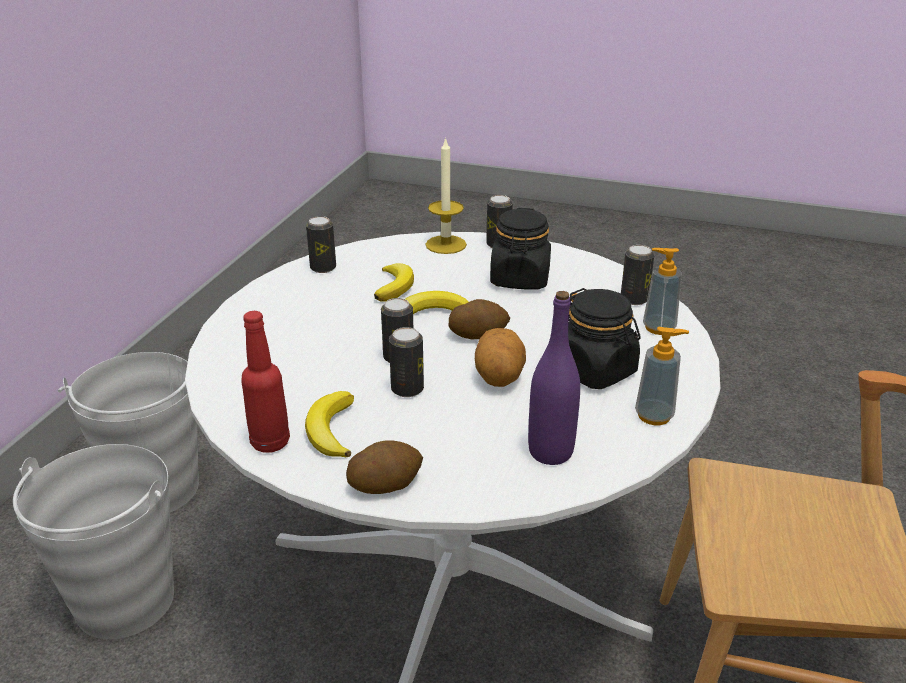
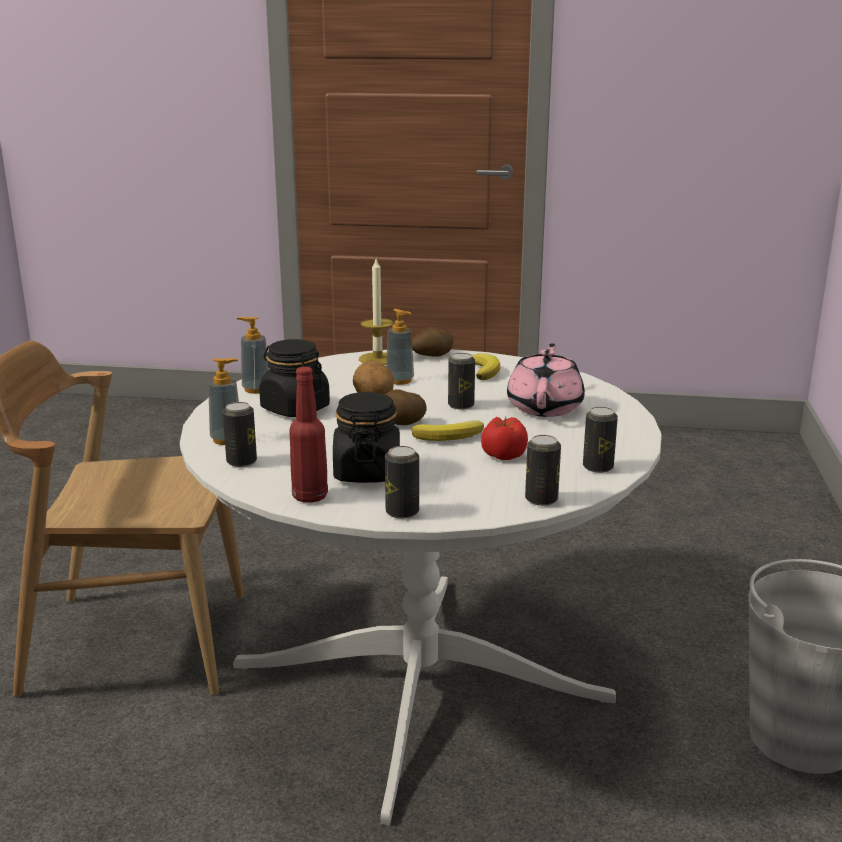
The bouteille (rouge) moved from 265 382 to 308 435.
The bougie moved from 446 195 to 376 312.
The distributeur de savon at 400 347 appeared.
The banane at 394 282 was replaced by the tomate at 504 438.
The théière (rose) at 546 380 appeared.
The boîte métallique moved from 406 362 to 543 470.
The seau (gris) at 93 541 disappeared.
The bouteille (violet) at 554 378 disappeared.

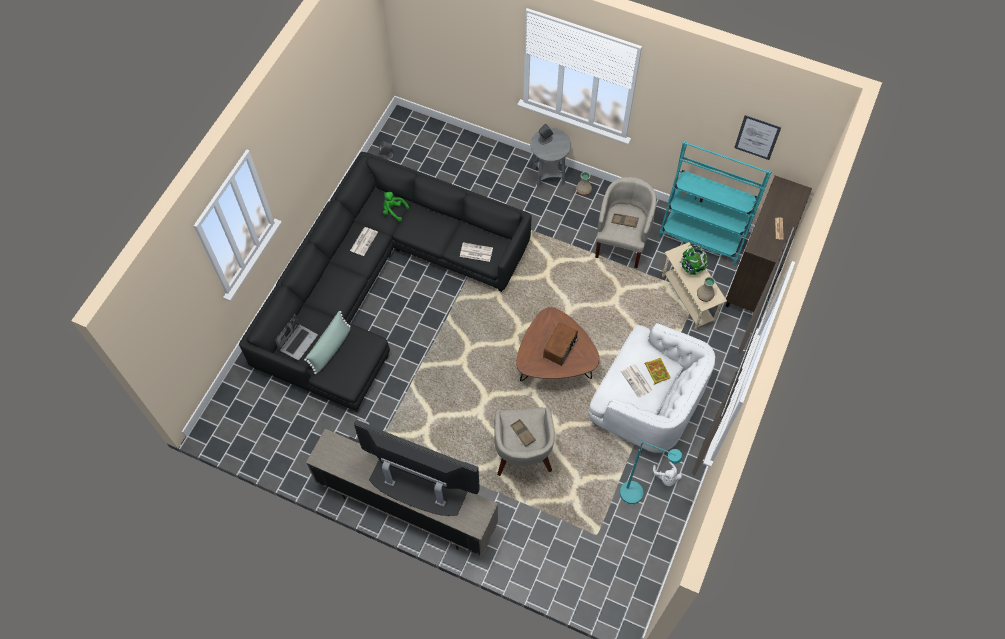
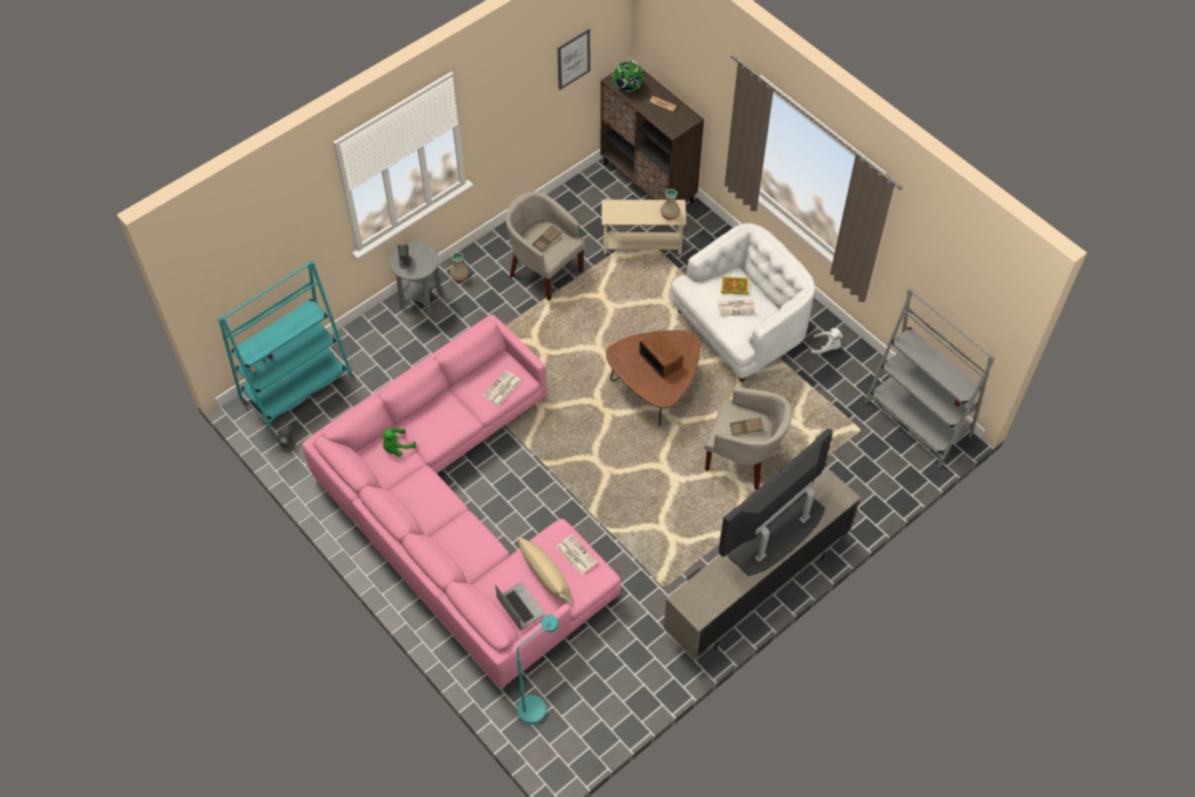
The bibliothèque (turquoise) moved from 714 203 to 285 346.
The canapé (noir) at 385 282 became the canapé (rose) at 461 501.
The coussin (vert) at 327 342 became the coussin (beige) at 543 570.
The lampadaire (turquoise) moved from 651 473 to 538 669.
The journal moved from 364 241 to 577 554.
The globe moved from 694 260 to 628 75.
The bibliothèque (gris) at 930 377 appeared.

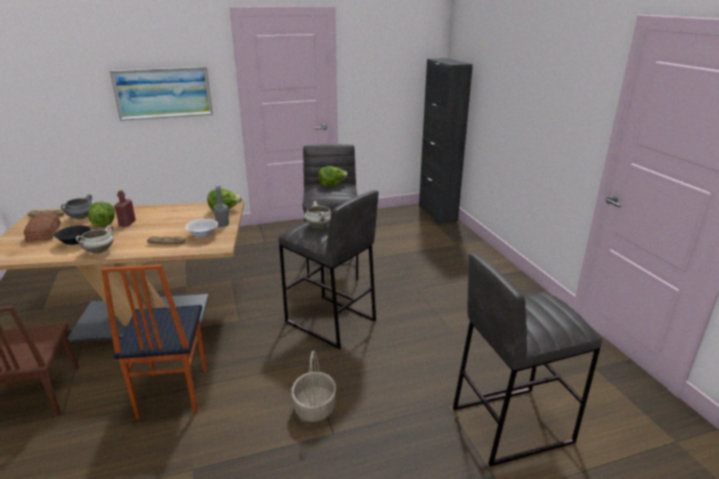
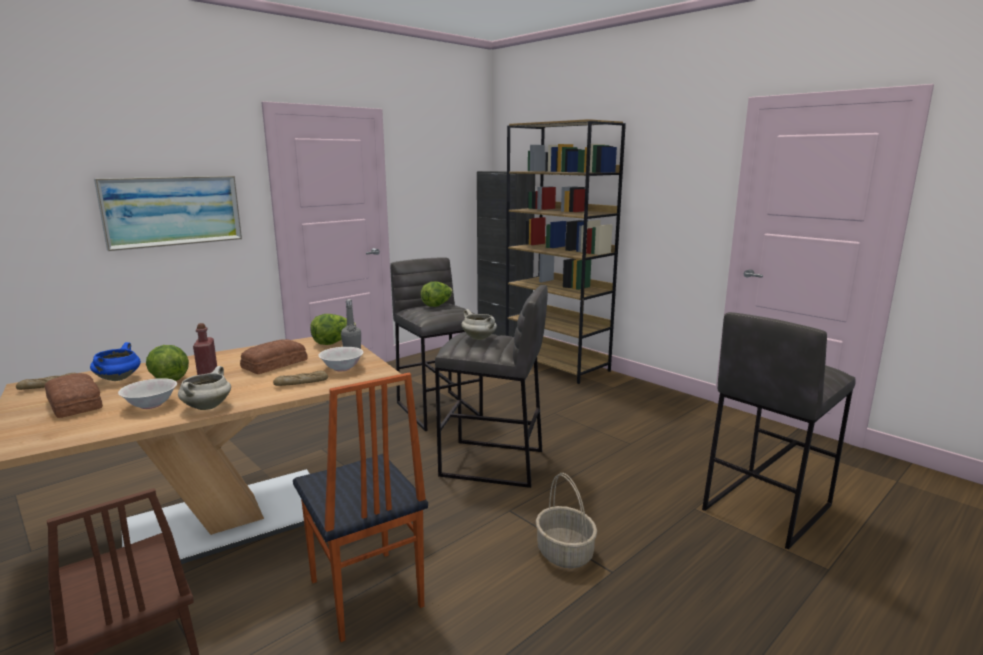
The marmite (gris) at 76 207 became the marmite (bleu) at 115 361.
The bol (noir) at 72 235 became the bol (blanc) at 147 393.
The pain at 274 356 appeared.
The bibliothèque (marron) at 566 251 appeared.

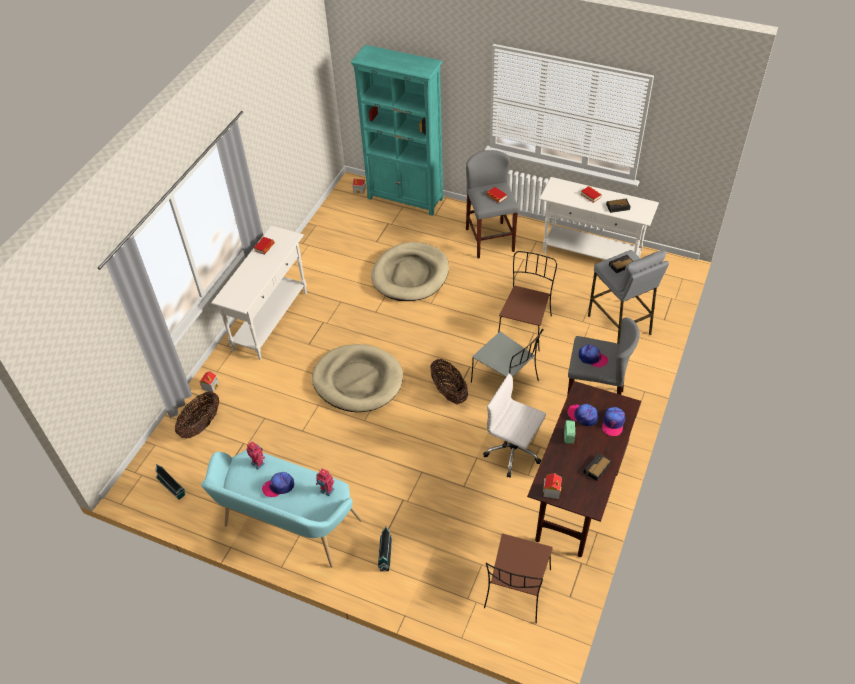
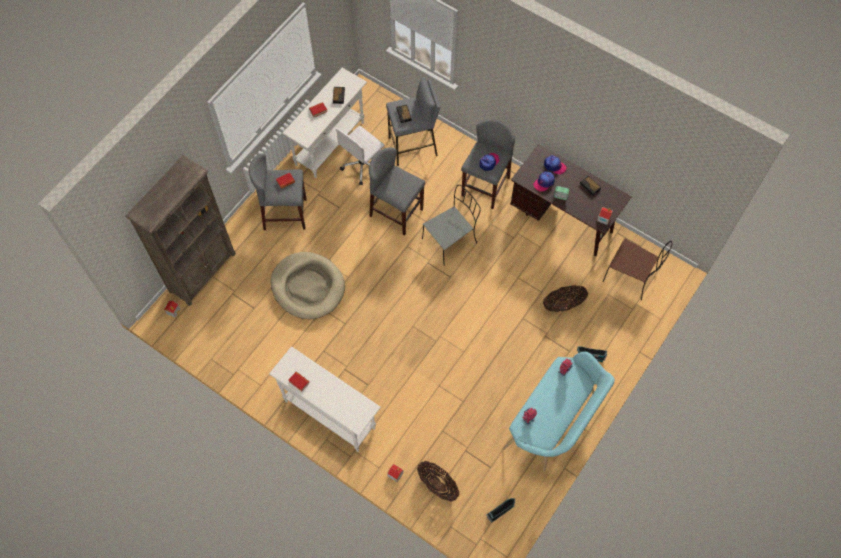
The bibliothèque (turquoise) at 396 130 became the bibliothèque (marron) at 180 230.
The chaise de bureau (blanc) moved from 514 426 to 360 155.
The chaise (marron) at 527 301 was replaced by the tabouret (gris) at 397 191.
The panier moved from 449 382 to 565 298.
The casquette at 278 484 disappeared.
The panier pour chien (beige) at 357 378 disappeared.

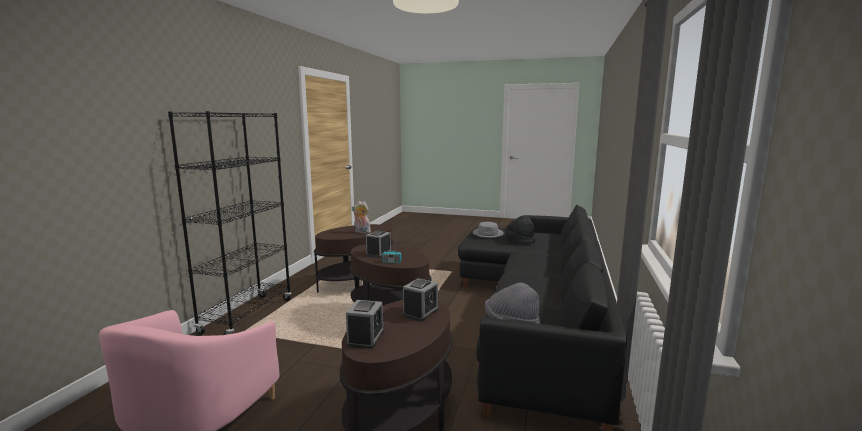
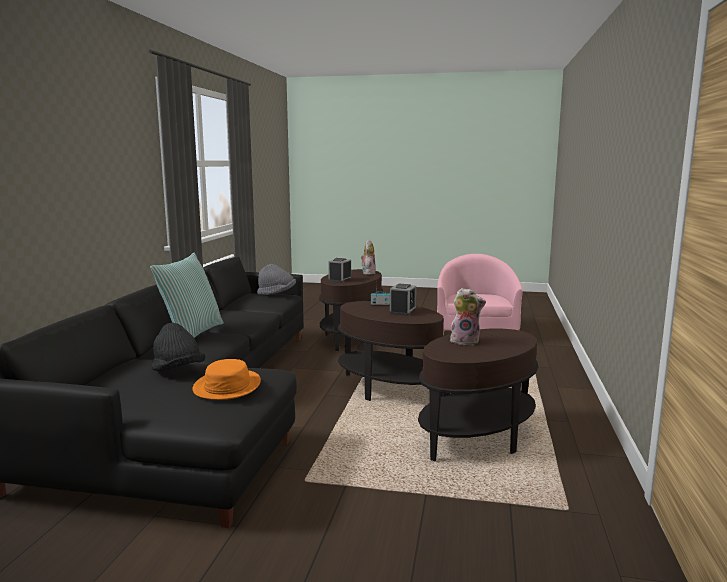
The coussin at 187 295 appeared.
The chapeau (gris) at 488 230 became the chapeau (orange) at 227 379.
The réveil at 365 324 was replaced by the peluche at 368 257.
The bibliothèque (noir) at 229 223 disappeared.

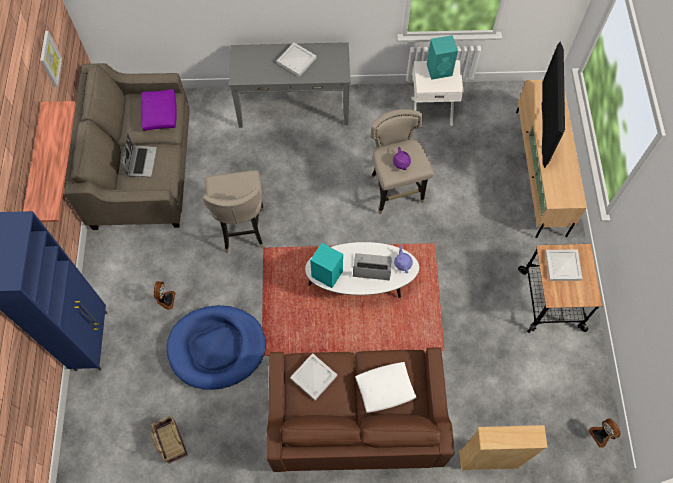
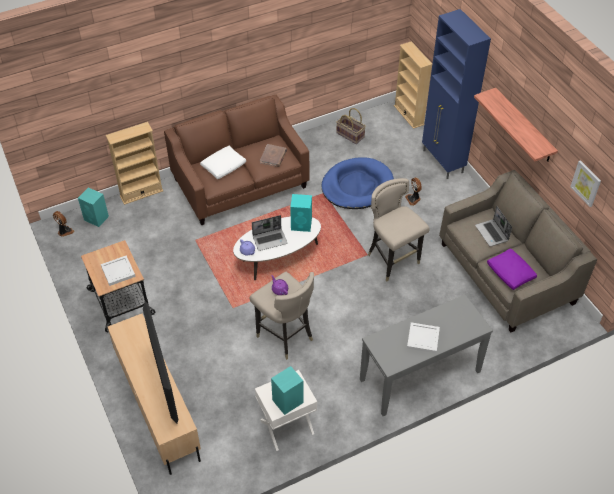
The enceinte (turquoise) at 93 207 appeared.
The plateau (blanc) at 314 376 was replaced by the livre (marron) at 273 155.
The bibliothèque (beige) at 413 85 appeared.

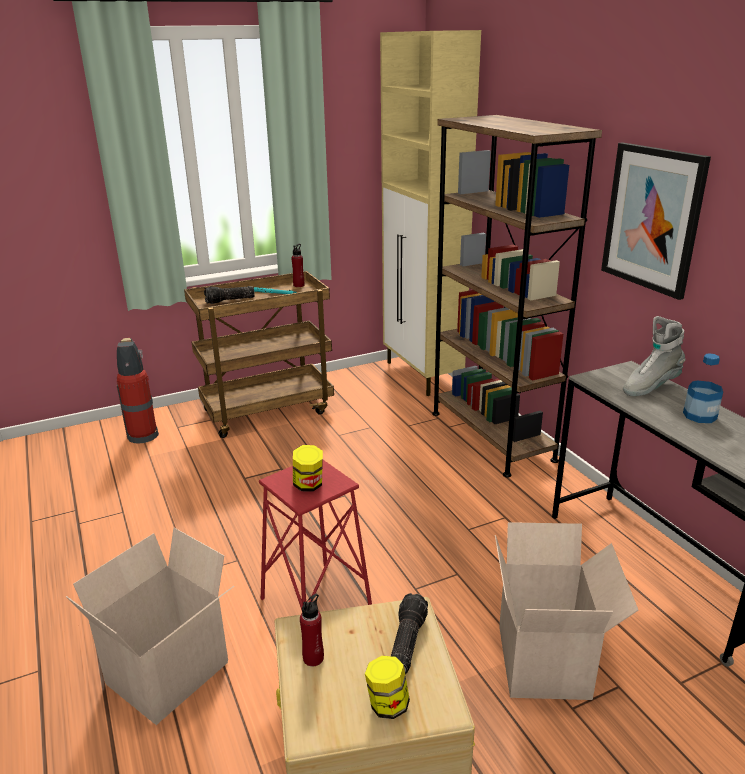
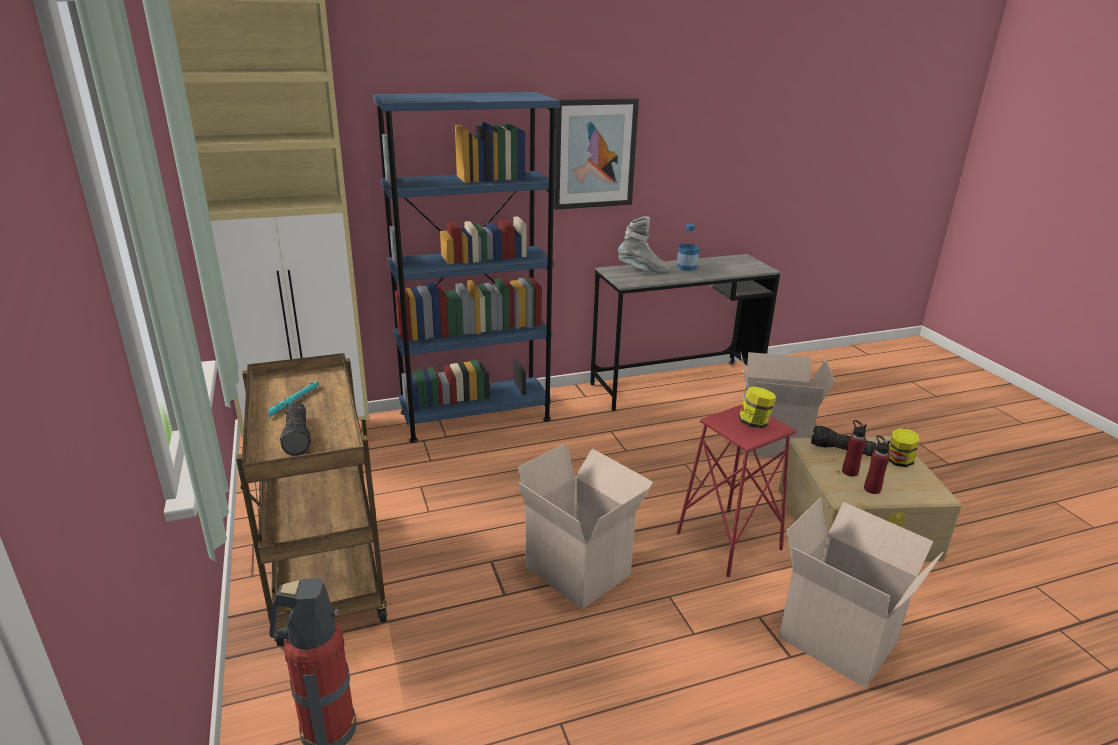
The bibliothèque (marron) at 517 296 became the bibliothèque (bleu) at 466 267.
The carton at 585 526 appeared.
The botte (gris) at 654 356 turned 60 degrees counterclockwise.
The bouteille (rouge) moved from 297 265 to 854 448.

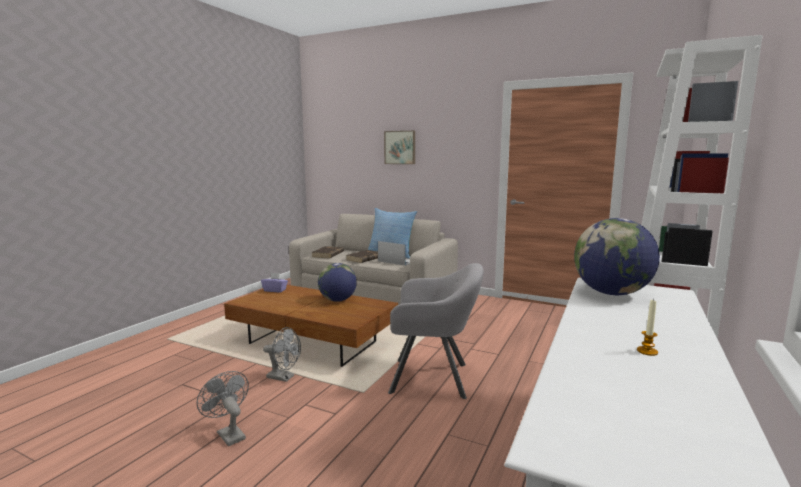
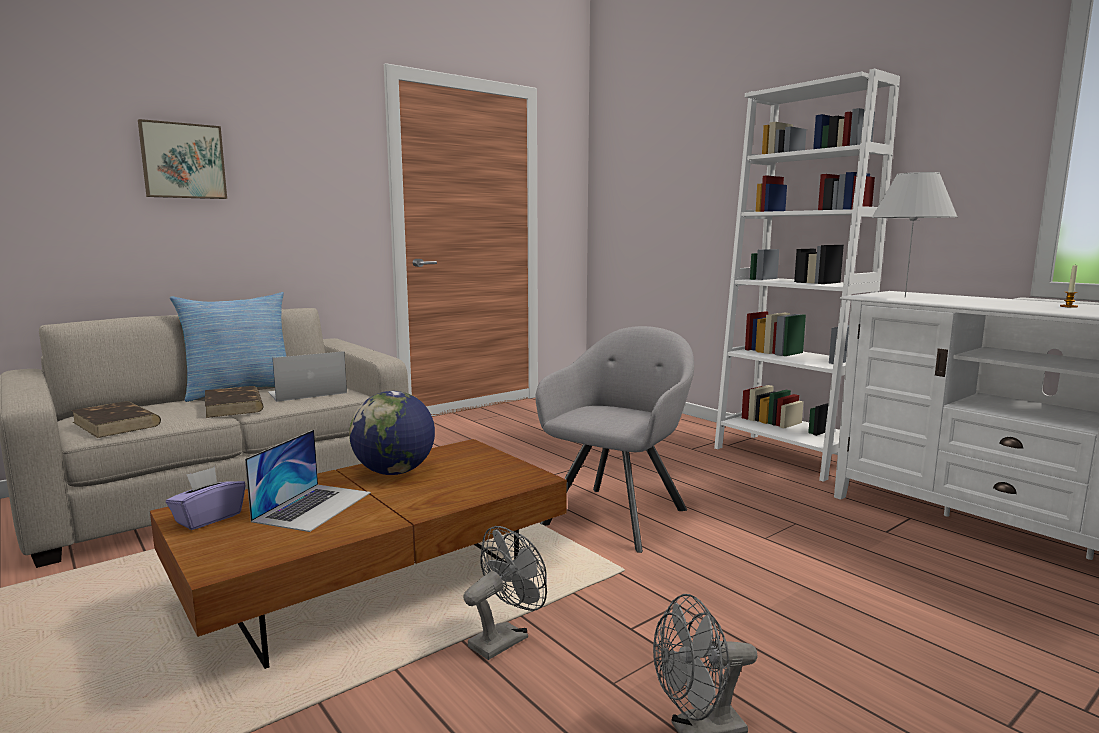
The ordinateur portable at 308 481 appeared.
The globe at 617 256 was replaced by the lampe de table (blanc) at 914 234.

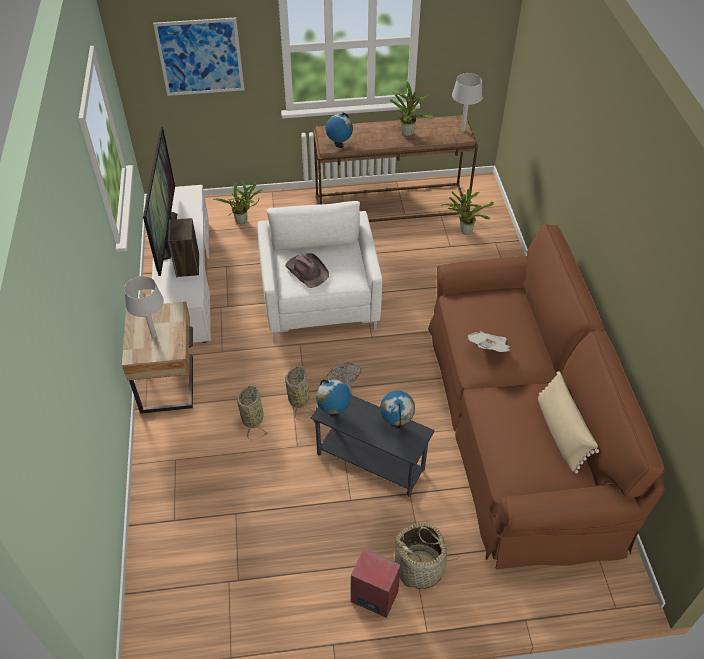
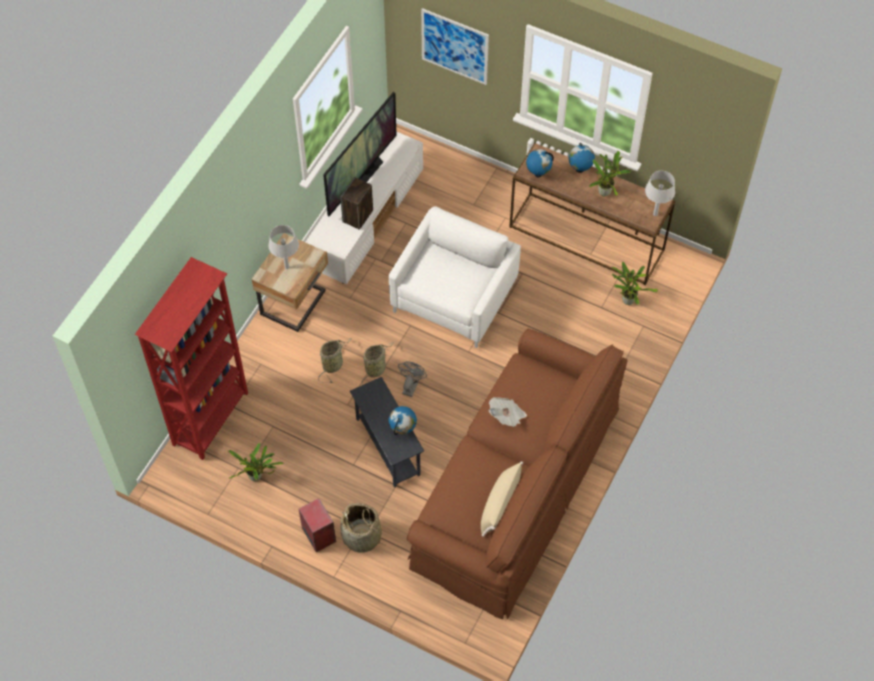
The bibliothèque (rouge) at 191 358 appeared.
The plante en pot moved from 238 202 to 256 462.
The globe moved from 333 398 to 582 158.
The chapeau (marron) at 307 270 disappeared.

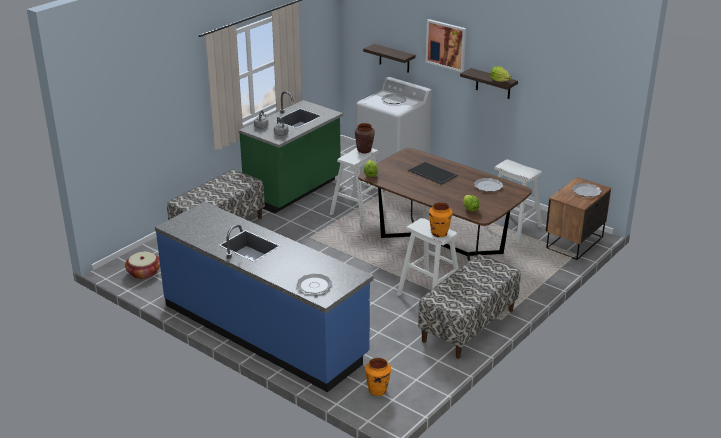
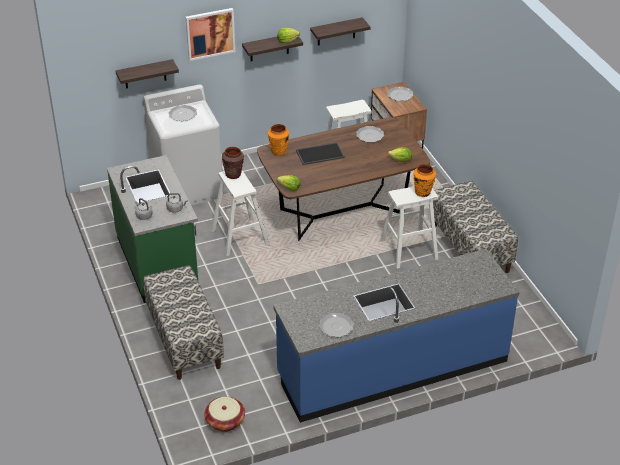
The vase (orange) moved from 378 377 to 278 140.
The étagère at 340 31 appeared.
The assiette moved from 314 284 to 336 325.

